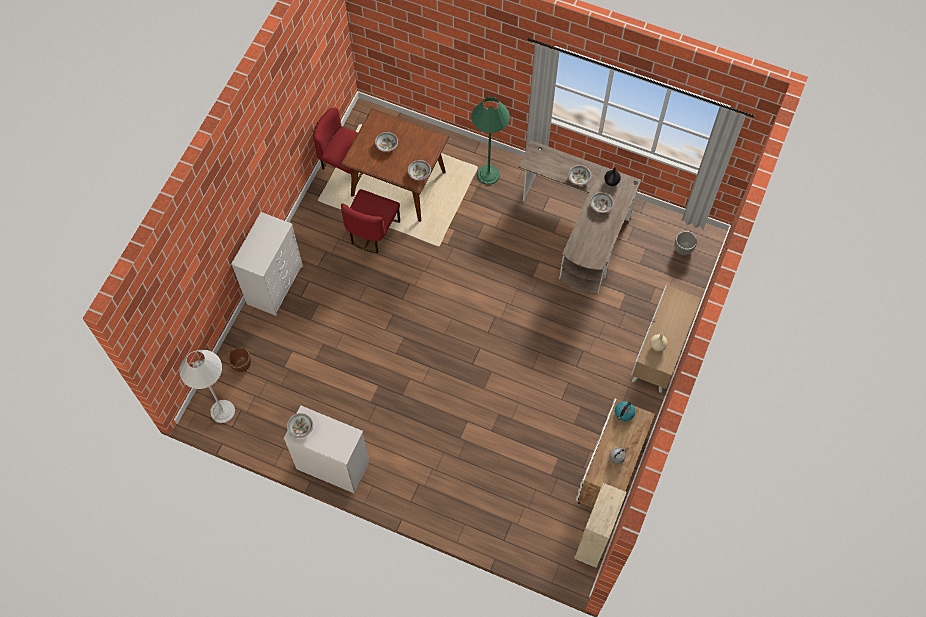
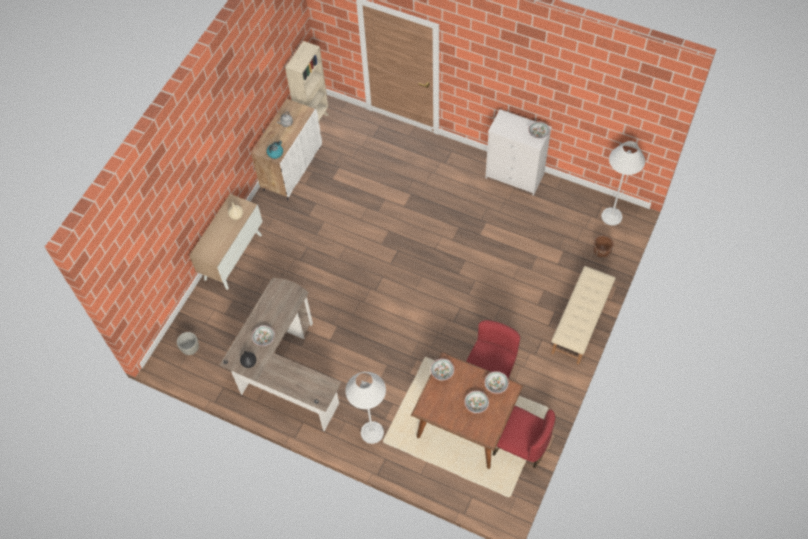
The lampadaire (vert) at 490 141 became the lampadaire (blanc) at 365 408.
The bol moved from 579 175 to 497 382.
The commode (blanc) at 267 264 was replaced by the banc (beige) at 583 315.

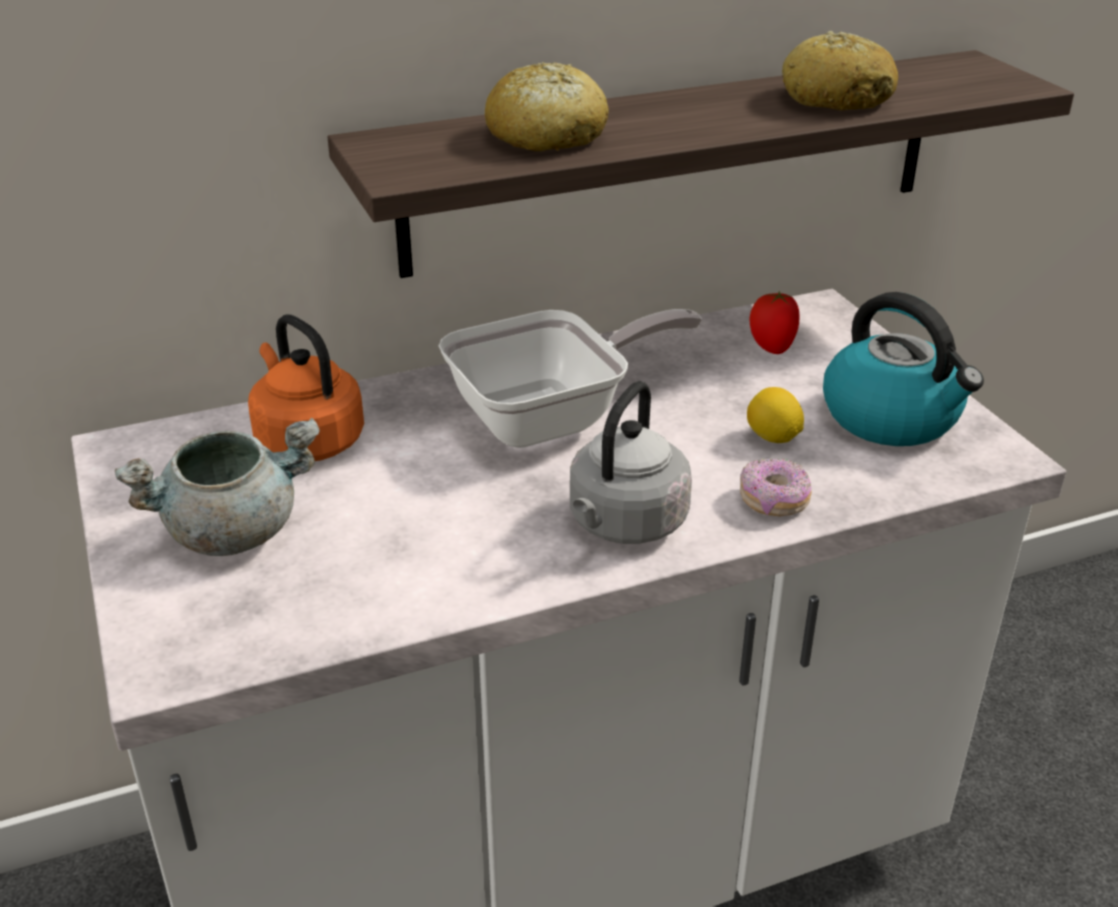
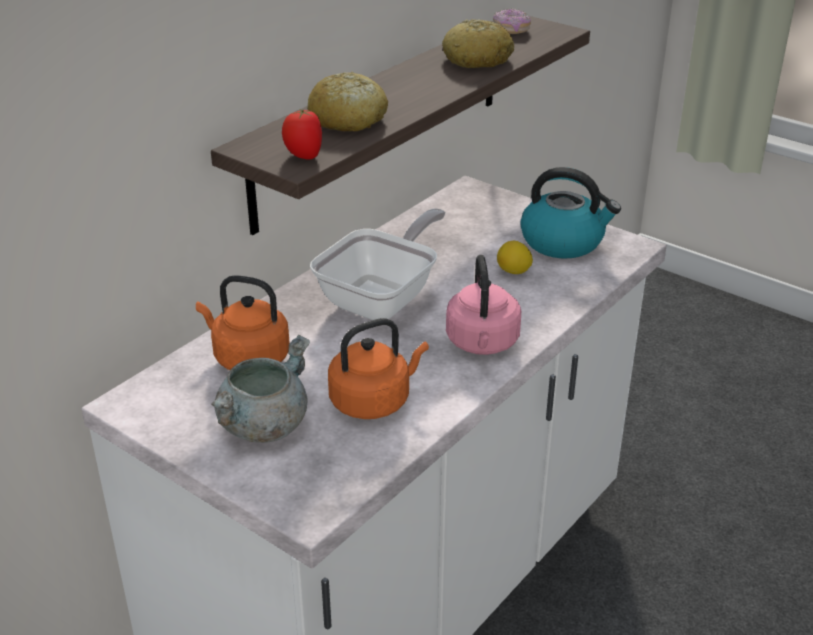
The tomate moved from 774 322 to 302 134.
The bouilloire (orange) at 378 368 appeared.
The bouilloire (gris) at 631 462 became the bouilloire (rose) at 483 305.
The beignet moved from 776 487 to 512 21.

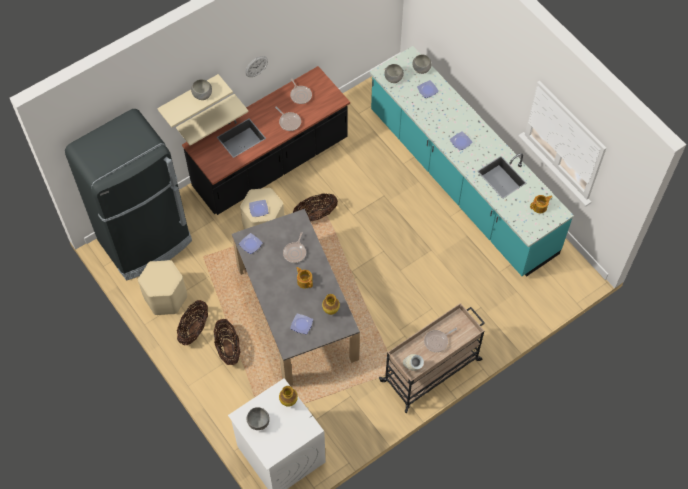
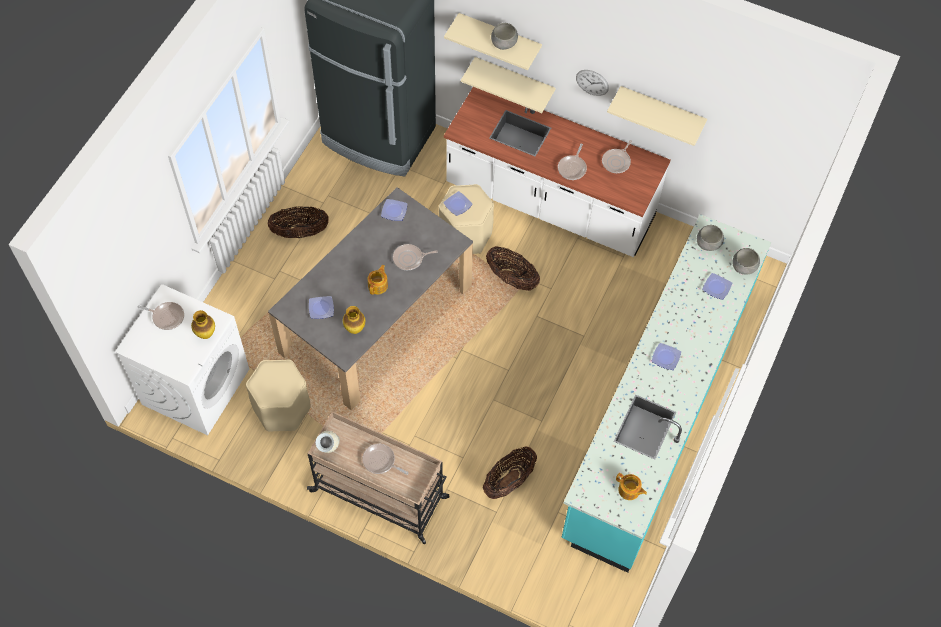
The bol (gris) at 258 418 was replaced by the poêle at 160 316.
The tabouret (beige) moved from 162 287 to 278 396.
The comptoir de cuisine (noir) at 266 140 became the comptoir de cuisine (blanc) at 557 172.
The panier moved from 227 342 to 510 472.
The étagère (beige) at 657 116 appeared.

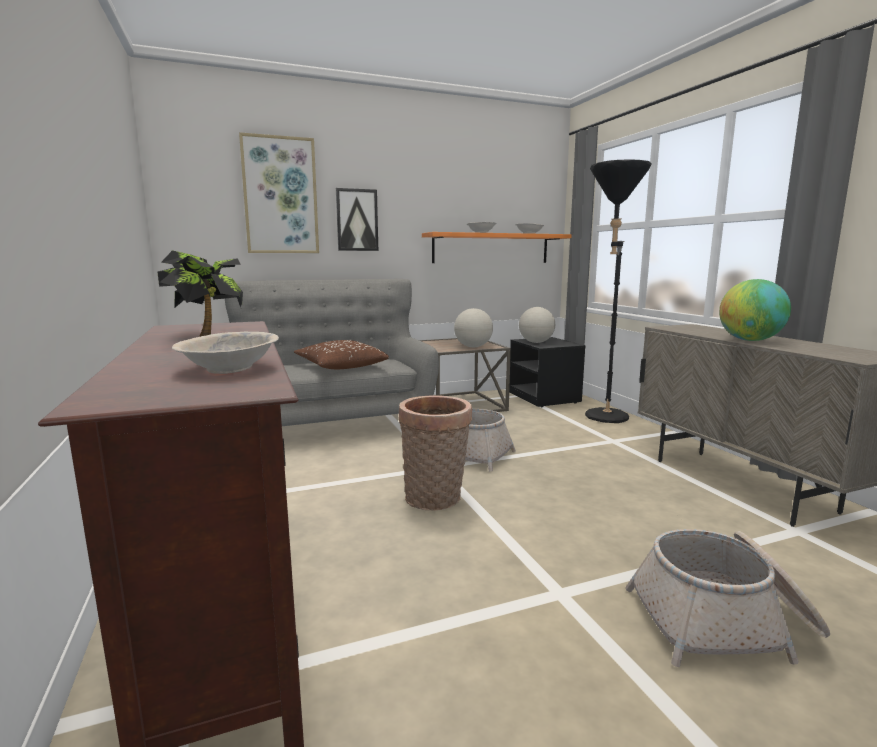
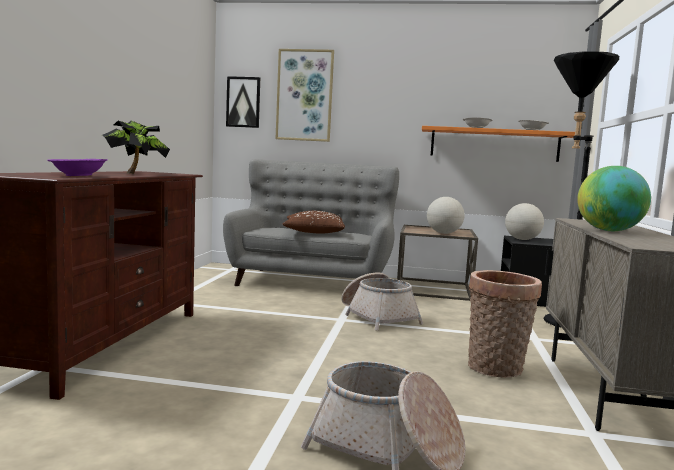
The bol (beige) at 225 353 became the bol (violet) at 77 167.
The tableau moved from 357 219 to 243 102.
The panier moved from 435 453 to 505 324.

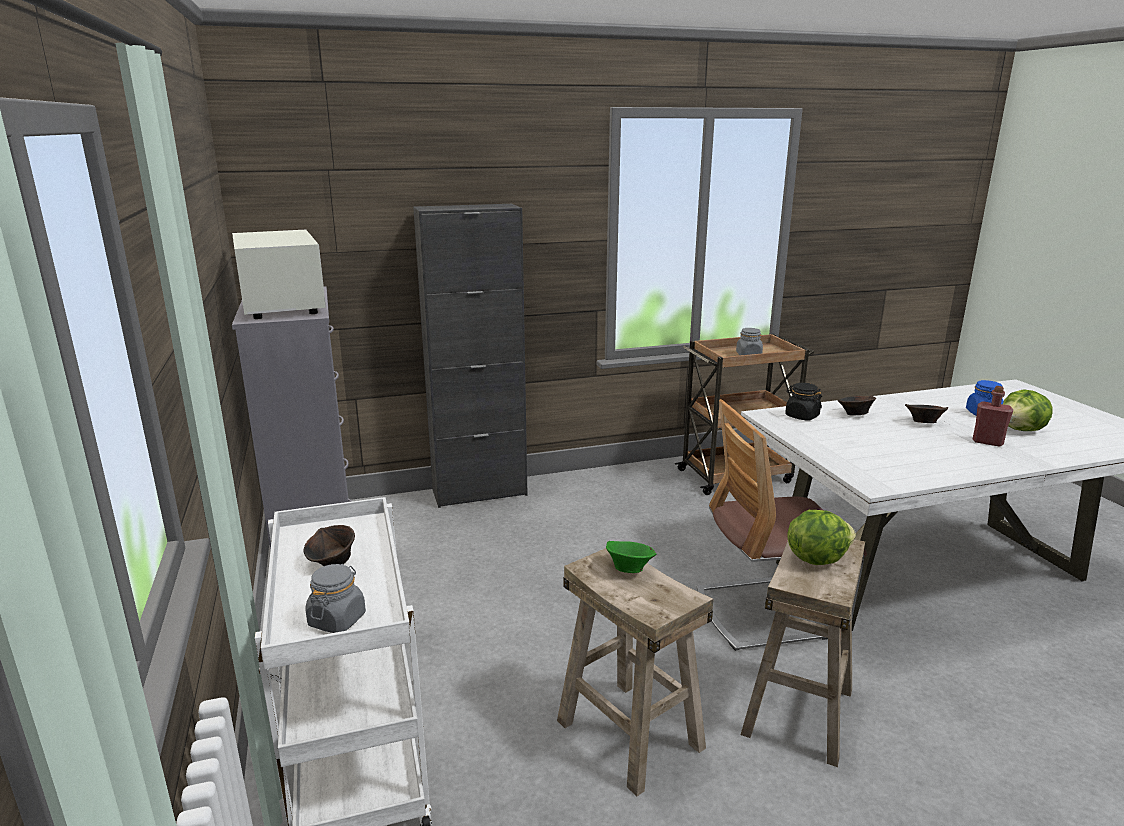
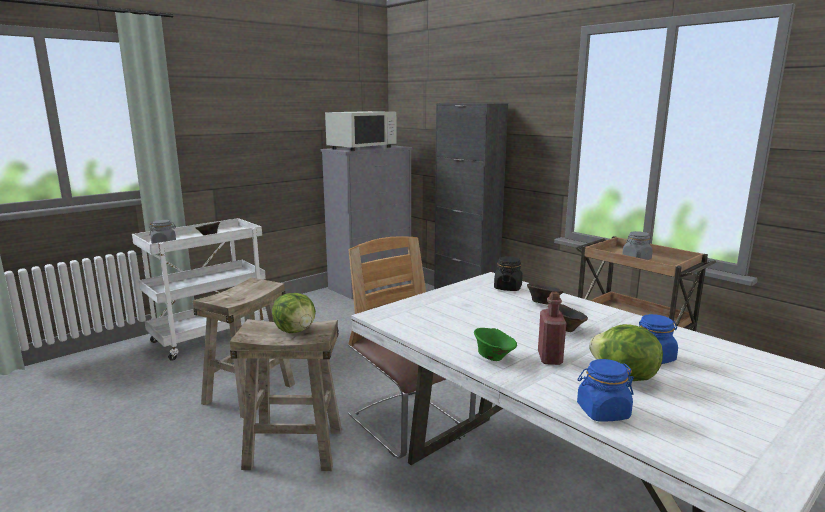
The bol (vert) moved from 631 557 to 495 344.
The bocal (bleu) at 605 390 appeared.

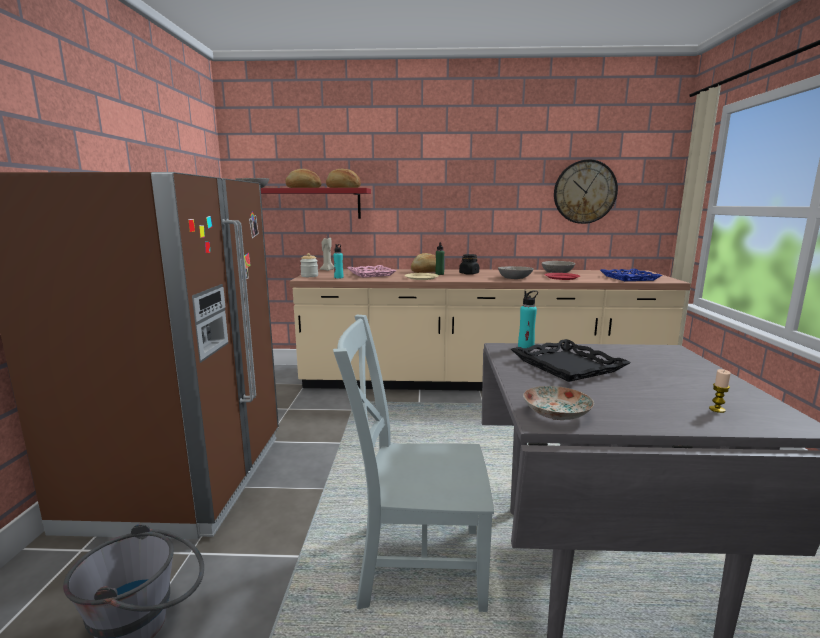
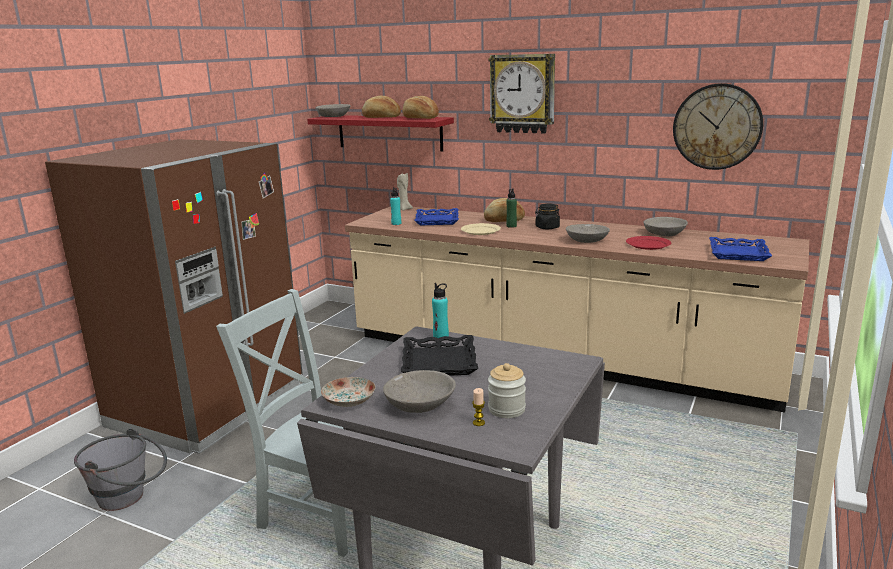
The bol (gris) at 419 391 appeared.
The plateau (rose) at 371 271 became the plateau (bleu) at 436 216.
The horloge murale at 521 94 appeared.
The bocal moved from 309 265 to 507 390.

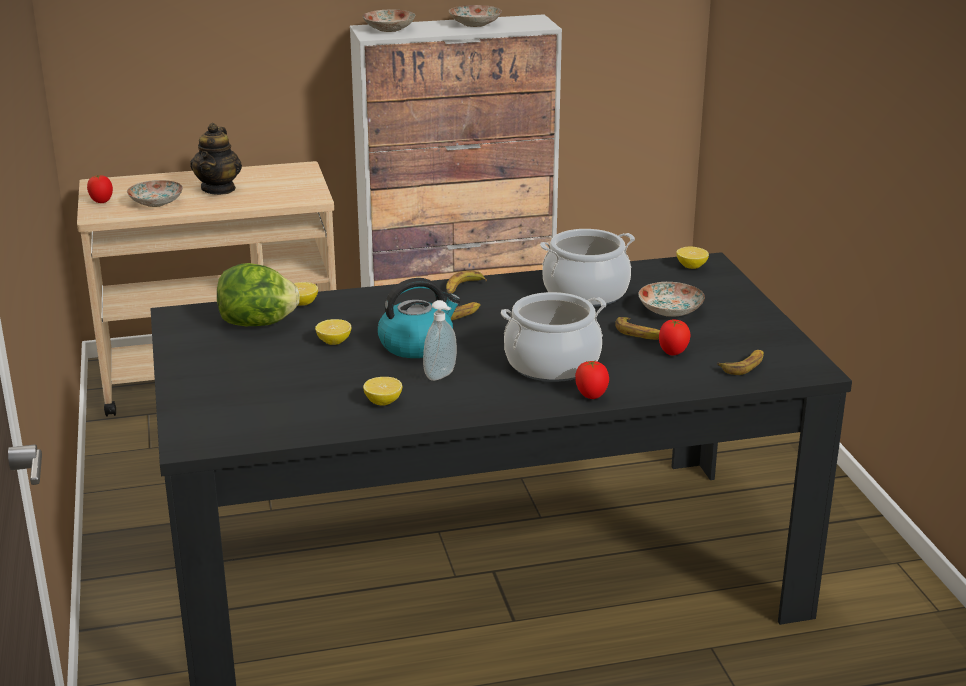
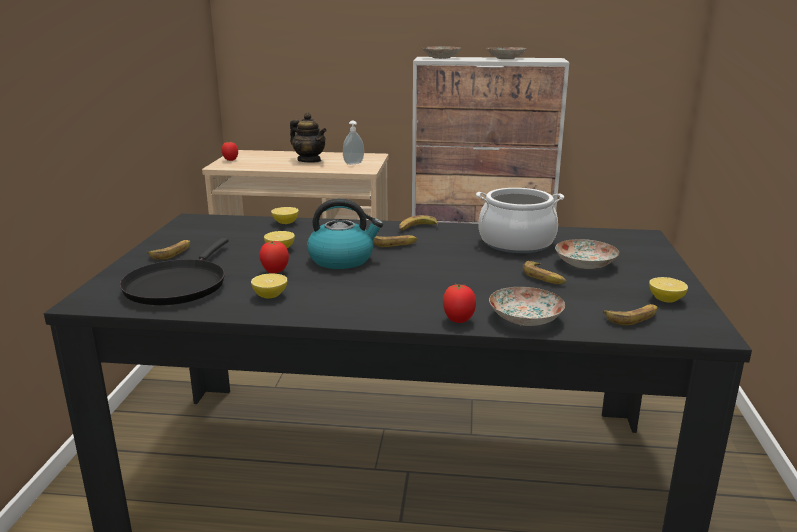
The poêle (noir) at 174 271 appeared.
The banane at 168 250 appeared.
The tomate moved from 675 337 to 274 257.
The théière at 216 159 turned 75 degrees counterclockwise.
The distributeur de savon moved from 440 340 to 353 143.
The assiette moved from 155 193 to 527 306.
The citron moved from 692 258 to 668 290.
The laitue at 258 294 disappeared.
The marmite at 553 337 disappeared.

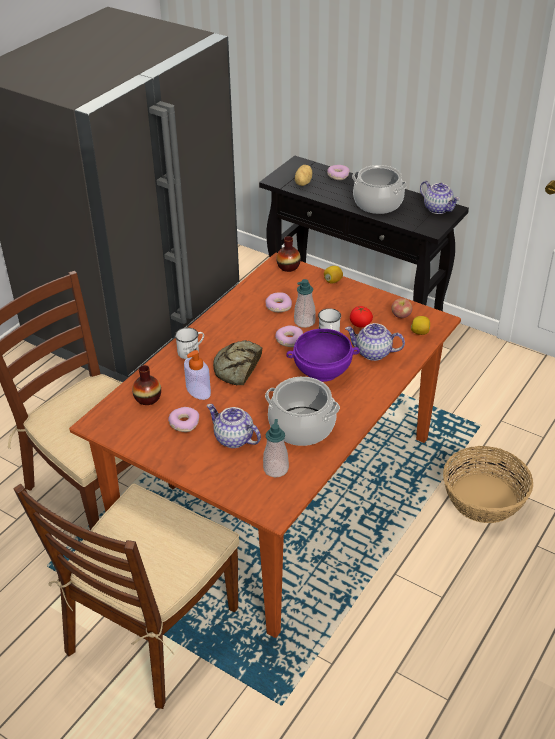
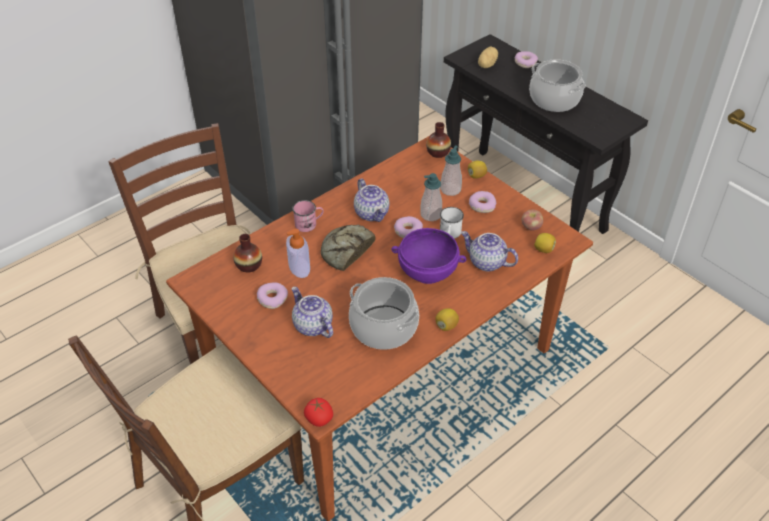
The mug (blanc) at 189 343 became the mug (rose) at 308 216.
The tomate moved from 361 316 to 318 412.
The théière moved from 440 197 to 371 200.
The citron at 447 319 appeared.
The distributeur de savon moved from 276 448 to 451 170.
The beignet moved from 278 302 to 483 202.
The panier at 488 484 disappeared.

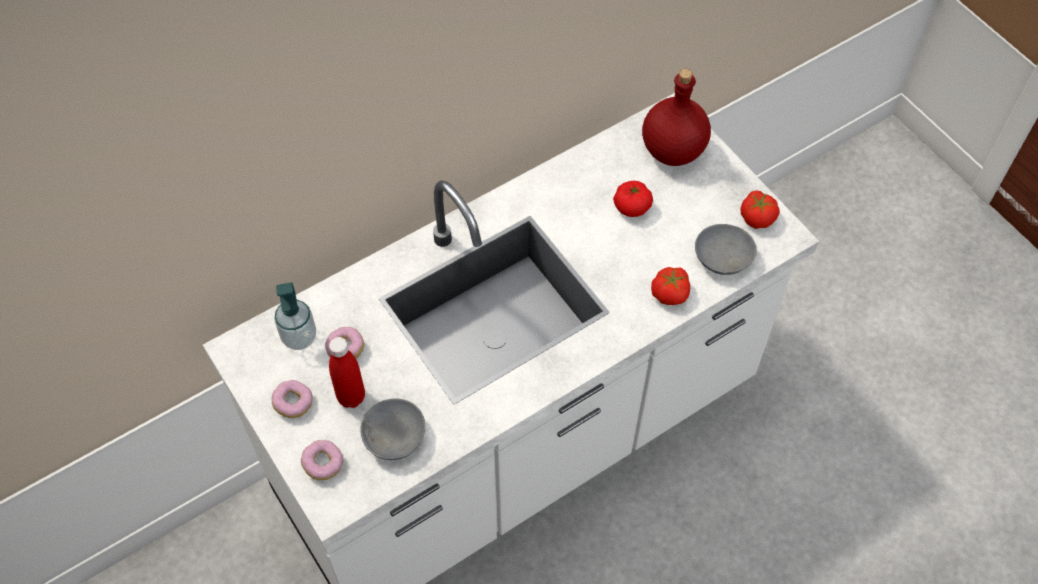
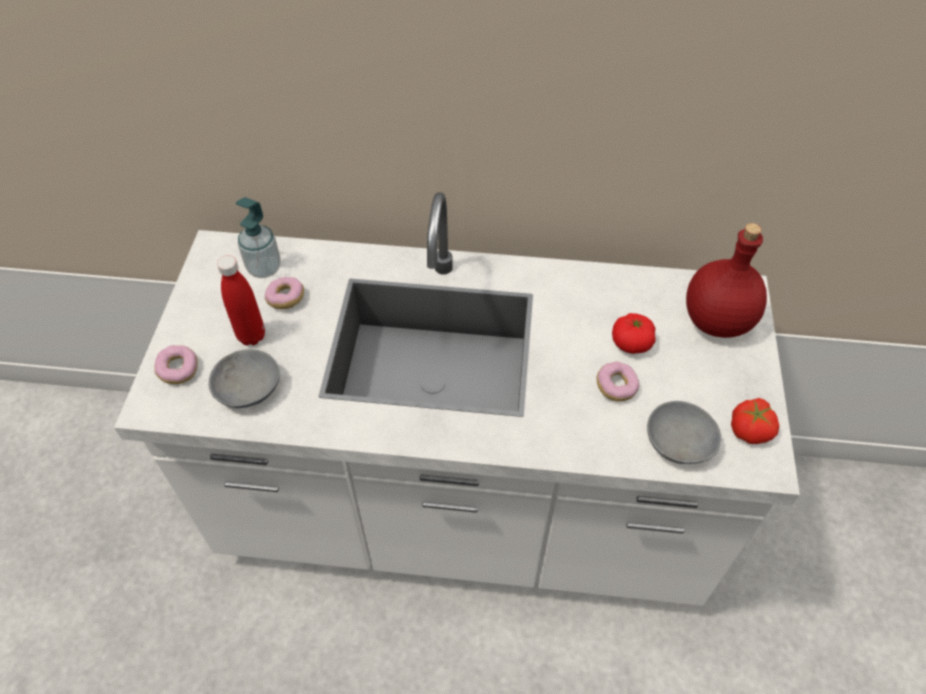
The beignet moved from 292 399 to 617 382.
The tomate at 670 286 disappeared.

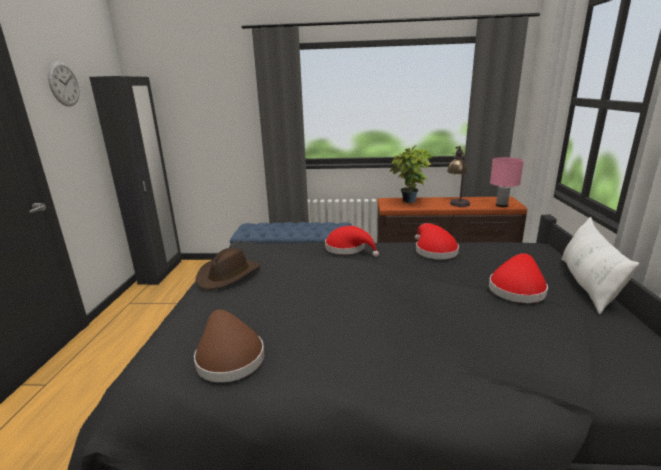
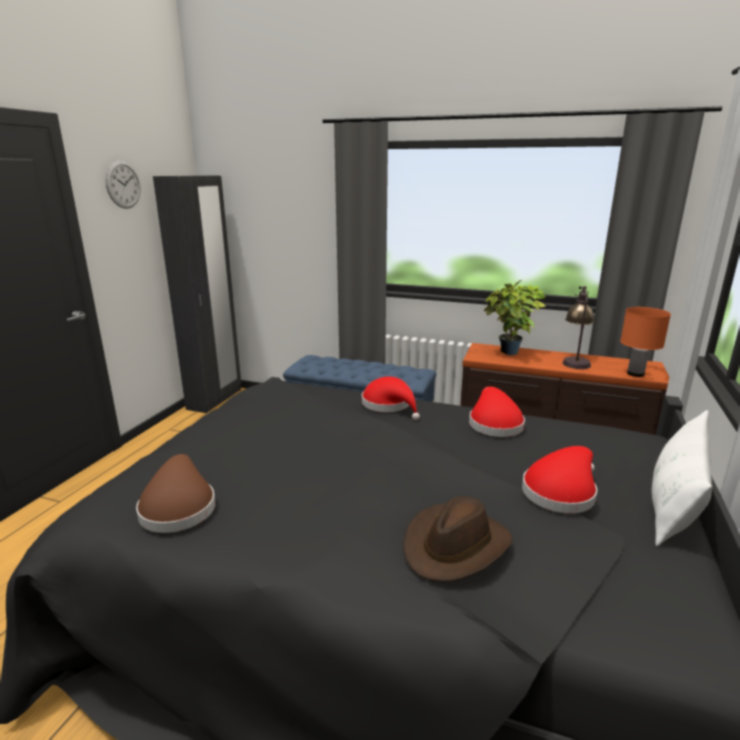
The chapeau (marron) moved from 228 269 to 458 539.
The lampe de table (rose) at 507 182 became the lampe de table (orange) at 645 342.

